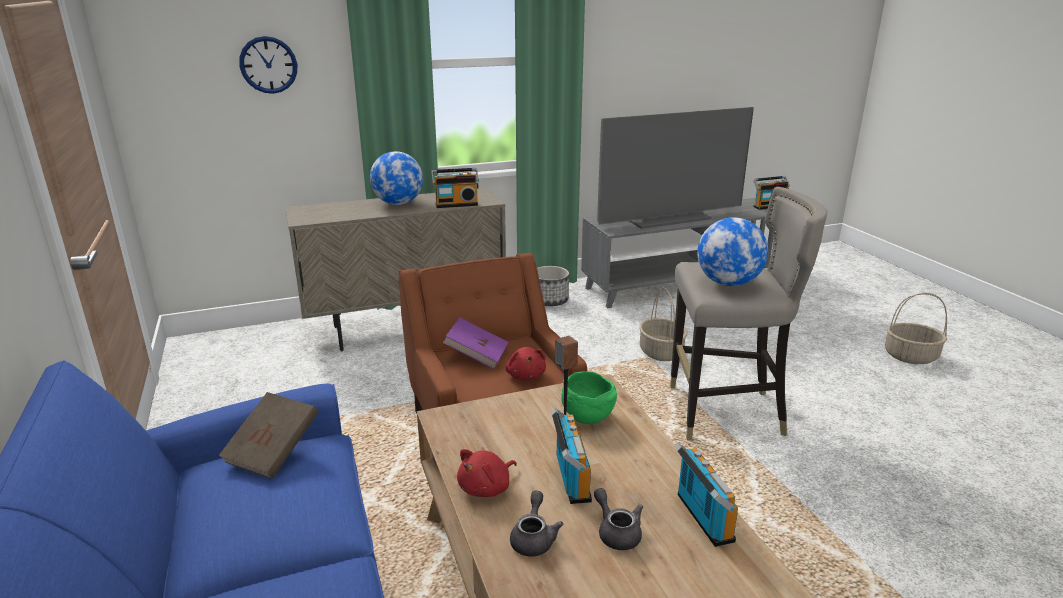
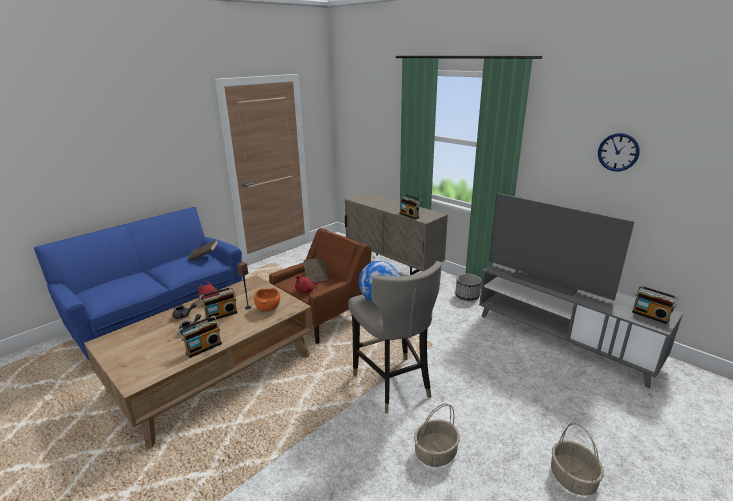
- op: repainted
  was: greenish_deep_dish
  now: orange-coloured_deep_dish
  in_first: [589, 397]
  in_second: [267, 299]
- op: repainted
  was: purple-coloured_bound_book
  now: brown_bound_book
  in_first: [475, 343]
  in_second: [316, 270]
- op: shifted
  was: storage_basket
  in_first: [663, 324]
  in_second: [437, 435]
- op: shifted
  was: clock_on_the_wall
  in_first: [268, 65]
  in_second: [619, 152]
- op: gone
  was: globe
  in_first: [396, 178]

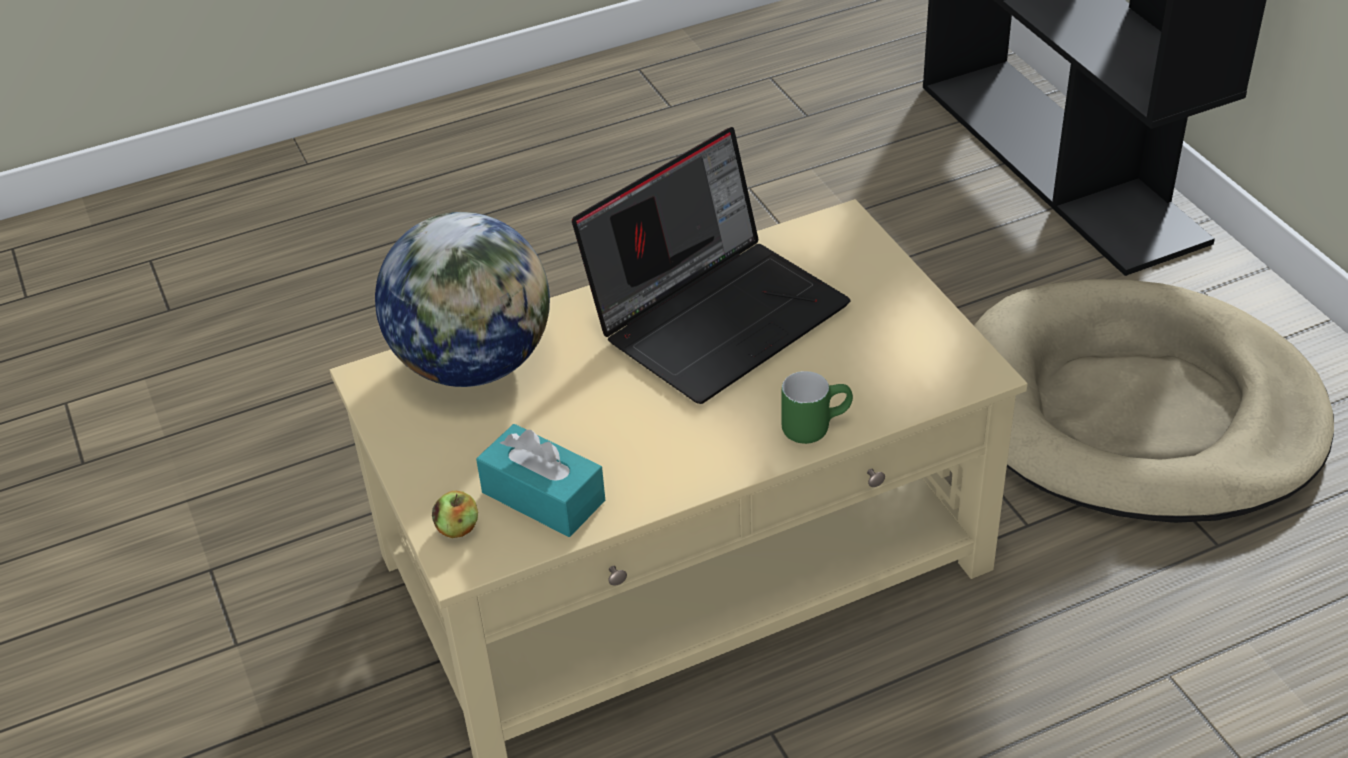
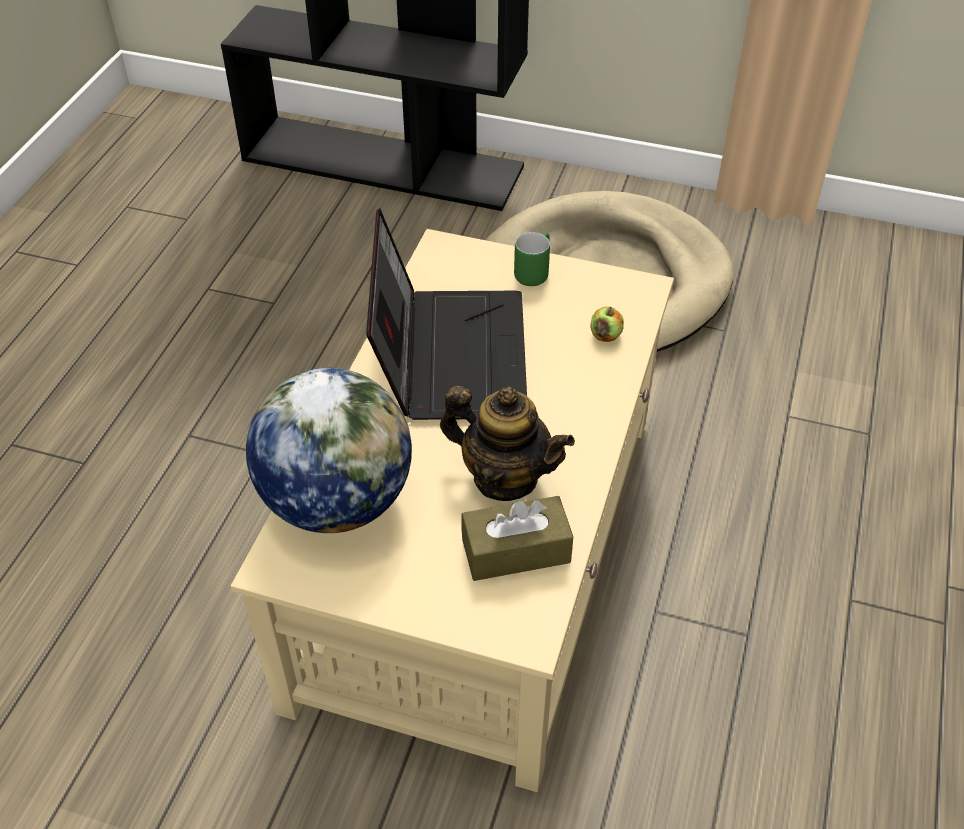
- op: new
  now: teapot
  in_second: [507, 443]
- op: repainted
  was: blue-green_tissue_holder
  now: brown_tissue_holder
  in_first: [541, 480]
  in_second: [517, 538]
- op: shifted
  was: greenish_tea_mug
  in_first: [817, 407]
  in_second: [532, 259]
- op: shifted
  was: apple_fruit
  in_first: [455, 514]
  in_second: [607, 324]

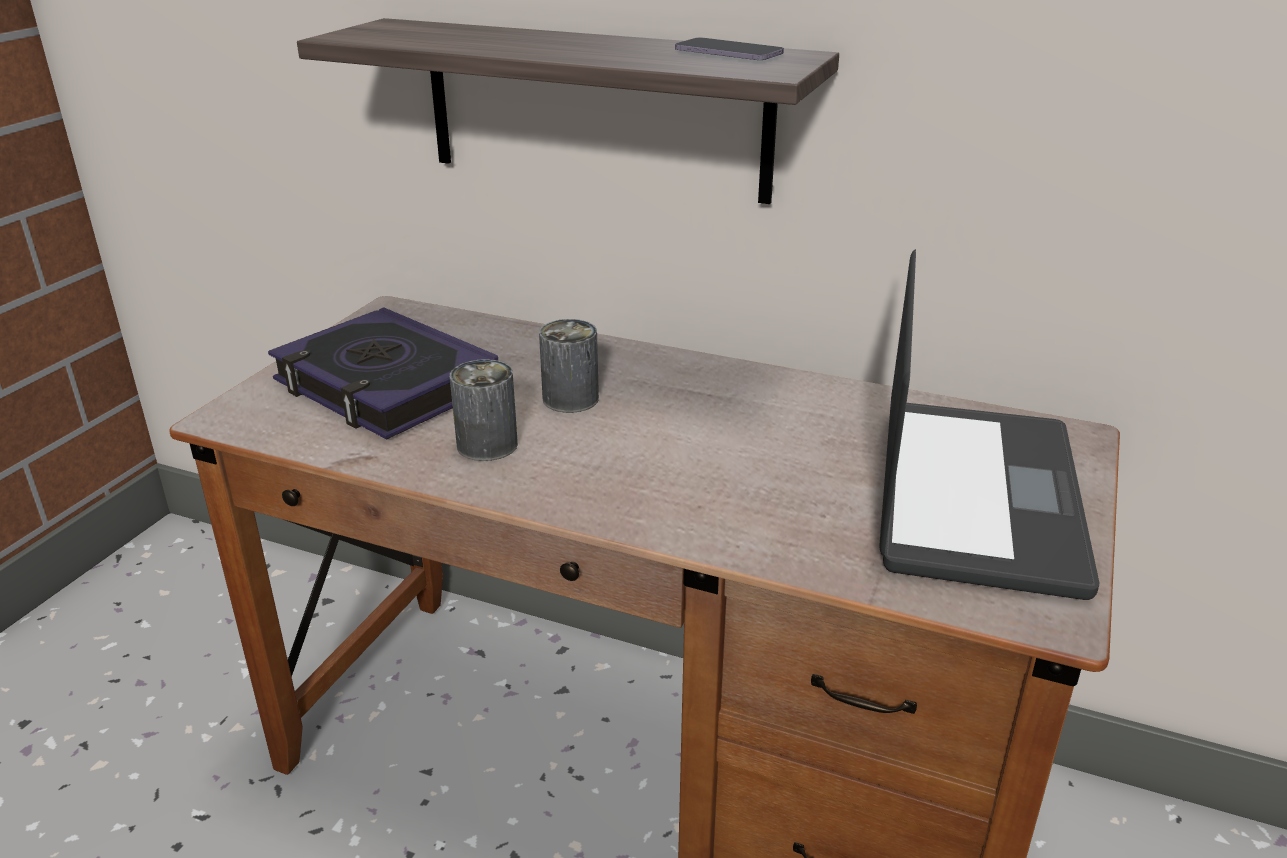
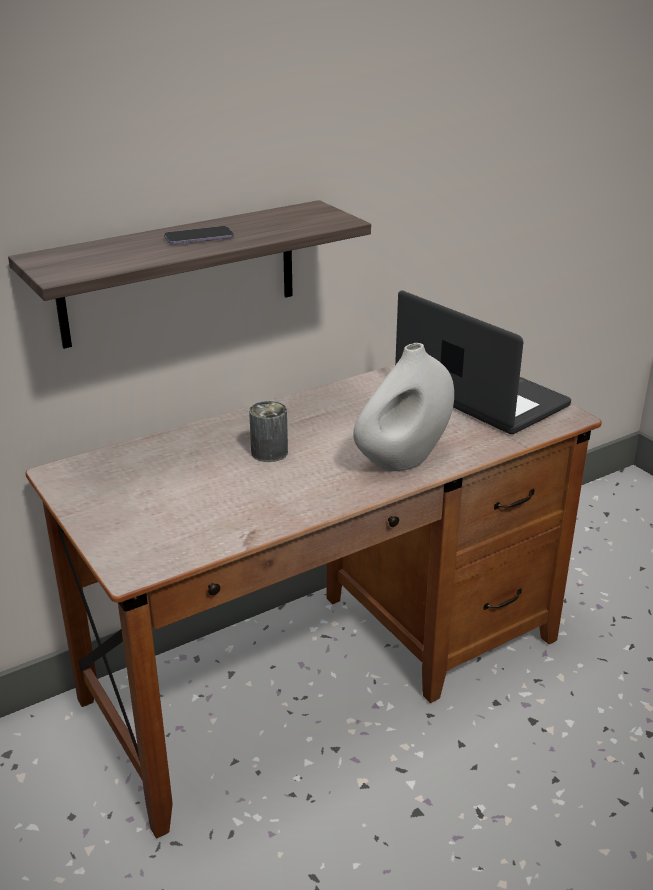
- op: shifted
  was: handset
  in_first: [729, 49]
  in_second: [199, 235]
- op: new
  now: white-coloured_decorative_vase
  in_second: [403, 407]
- op: gone
  was: bound_book
  in_first: [383, 374]
- op: gone
  was: metal_can
  in_first: [484, 410]

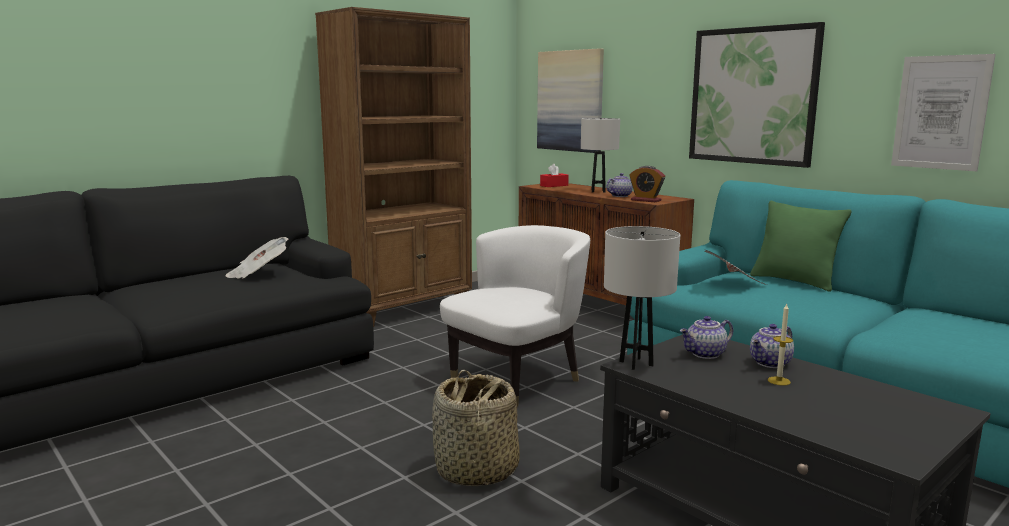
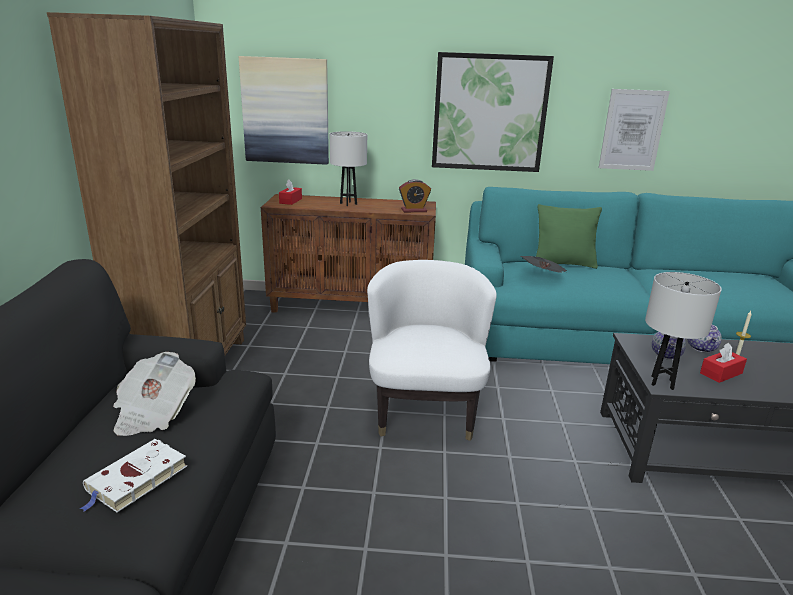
- op: new
  now: white-coloured_bound_book
  in_second: [133, 476]
- op: new
  now: red_tissue_holder
  in_second: [723, 363]
- op: gone
  was: storage_basket
  in_first: [476, 428]
- op: gone
  was: teapot
  in_first: [619, 185]

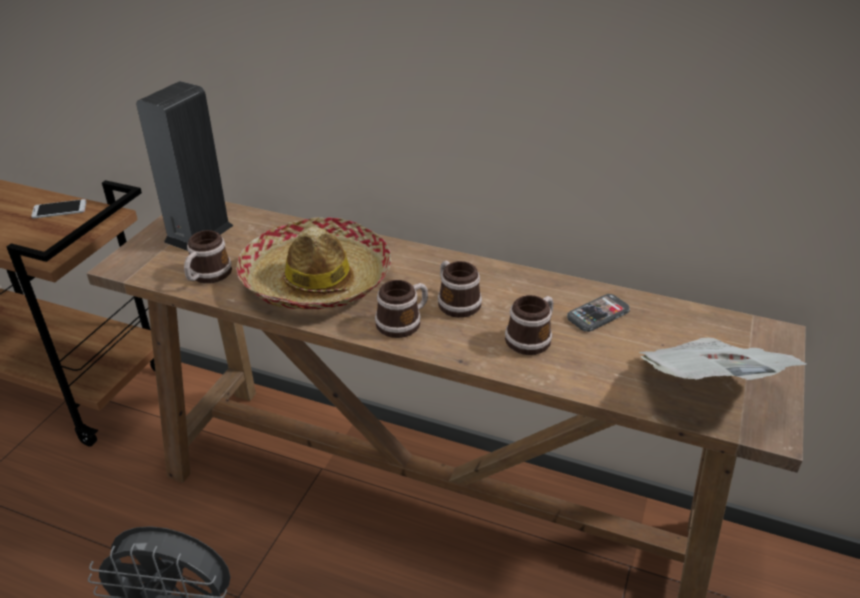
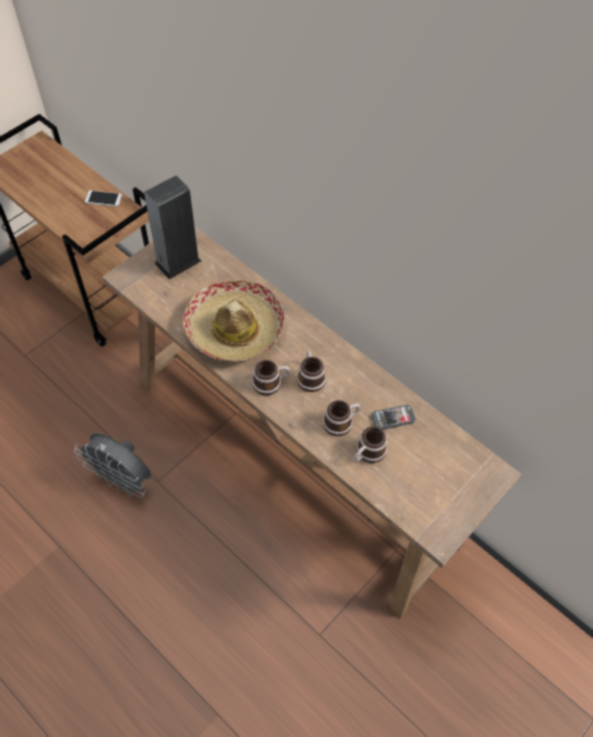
- op: shifted
  was: tea_mug
  in_first: [208, 257]
  in_second: [370, 444]
- op: gone
  was: newspaper
  in_first: [722, 358]

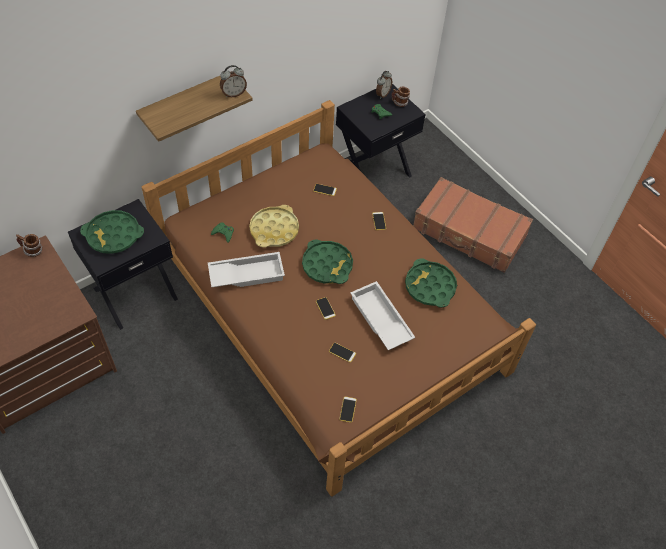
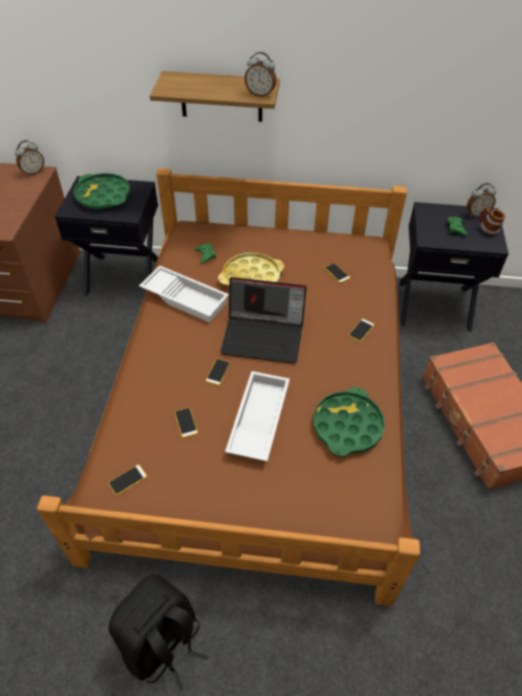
- op: swapped
  was: tea_mug
  now: table_clock
  in_first: [29, 245]
  in_second: [29, 158]
- op: new
  now: blackish_rucksack
  in_second: [158, 632]
- op: swapped
  was: greenish_carrying_tray
  now: portable_computer
  in_first: [327, 261]
  in_second: [263, 320]

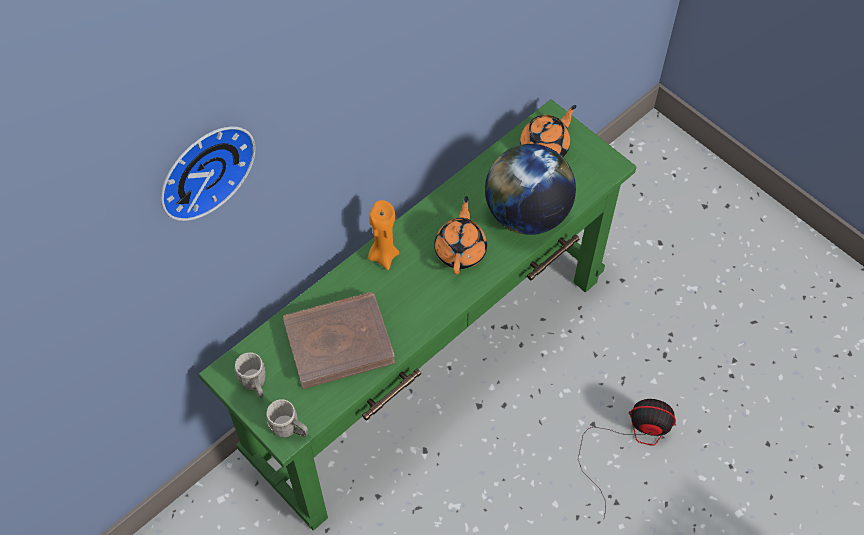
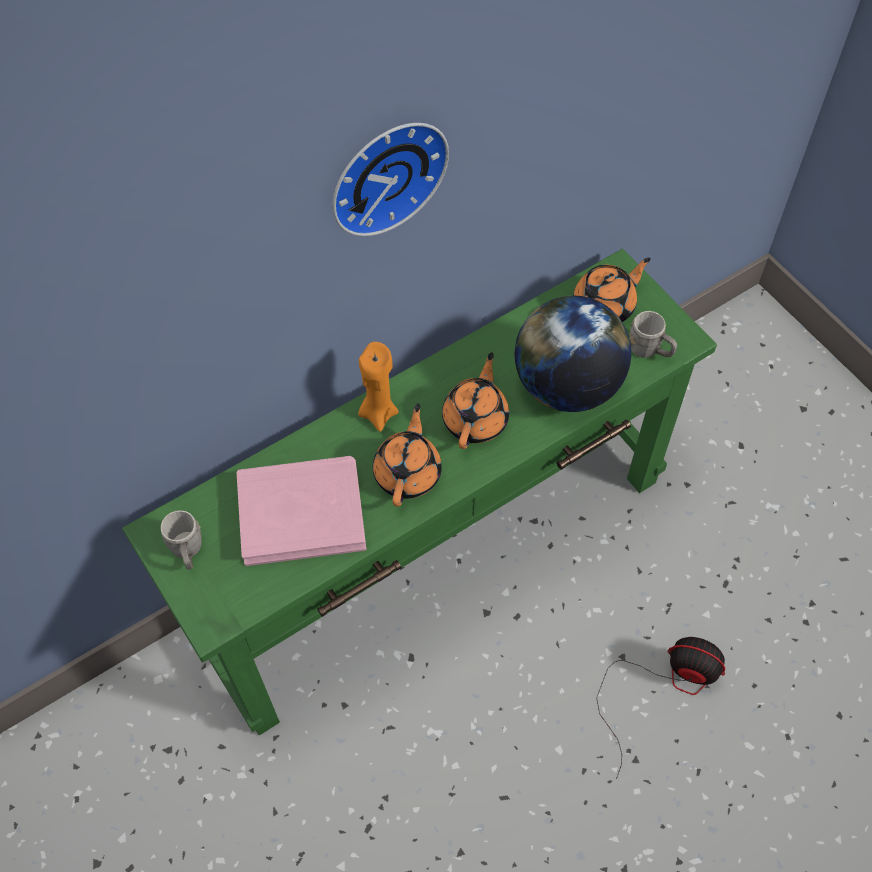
- op: repainted
  was: brown_bound_book
  now: pink_bound_book
  in_first: [339, 340]
  in_second: [301, 511]
- op: shifted
  was: clock_on_the_wall
  in_first: [208, 173]
  in_second: [391, 179]
- op: new
  now: orange-coloured_teapot
  in_second: [407, 455]
- op: shifted
  was: grey_tea_mug
  in_first: [287, 418]
  in_second: [653, 334]

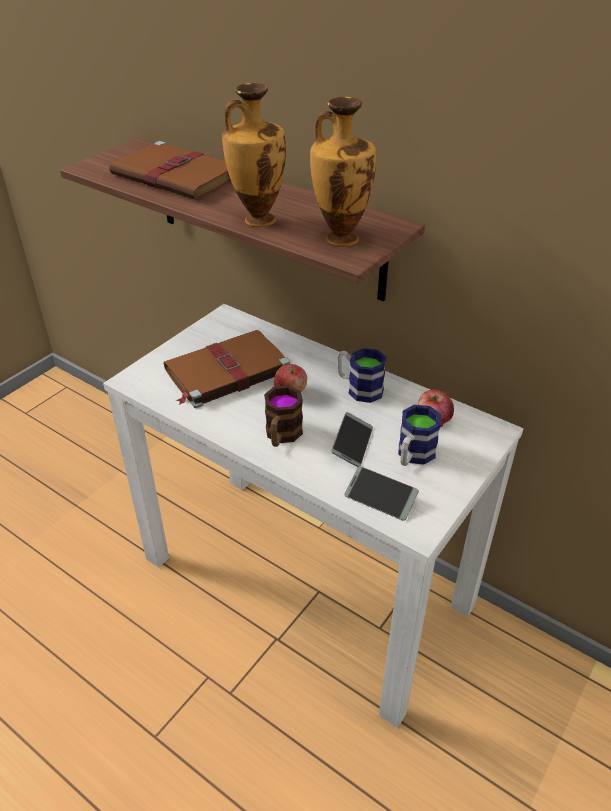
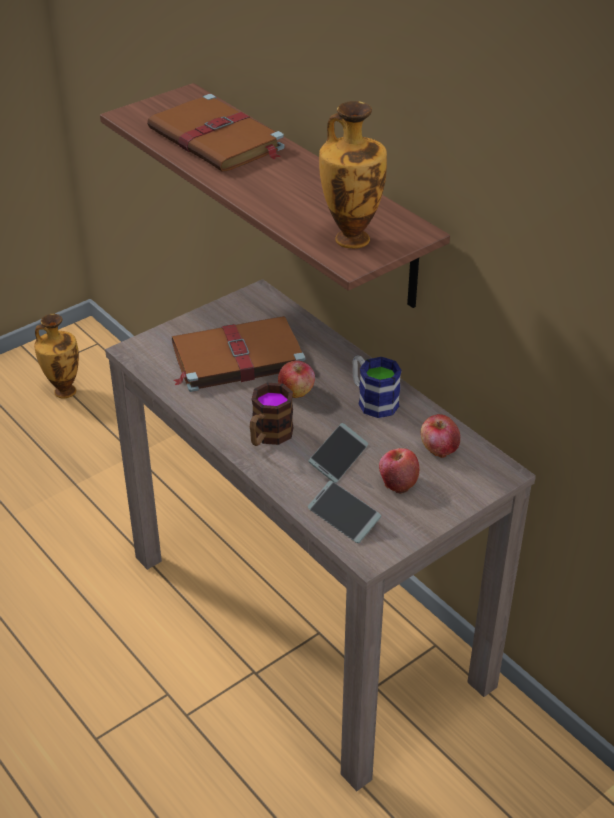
- op: shifted
  was: decorative_vase
  in_first: [254, 155]
  in_second: [56, 356]
- op: repainted
  was: white-coloured_console_table
  now: brown_console_table
  in_first: [313, 516]
  in_second: [320, 535]
- op: swapped
  was: tea_mug
  now: apple_fruit
  in_first: [419, 435]
  in_second: [399, 471]

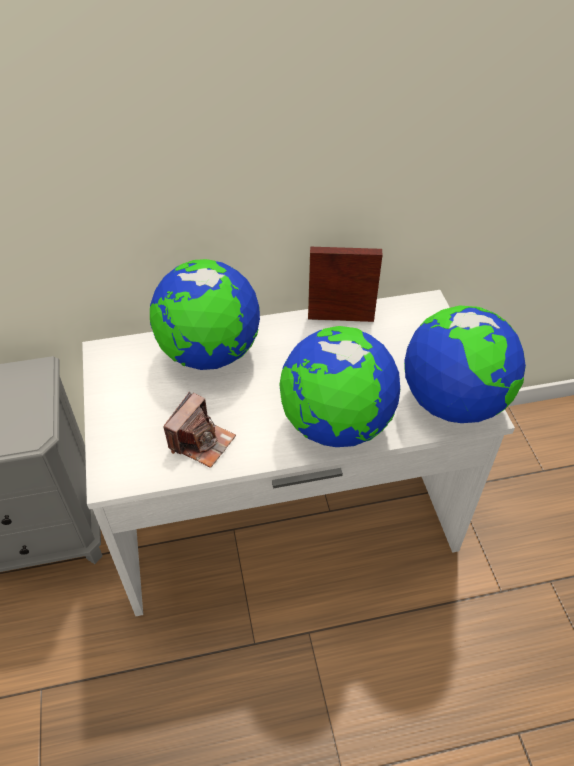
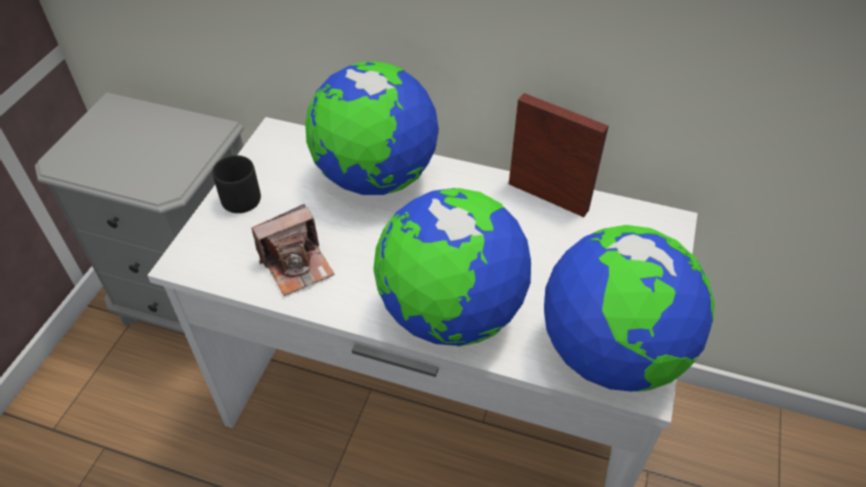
- op: new
  now: blackish_tea_mug
  in_second: [236, 184]

